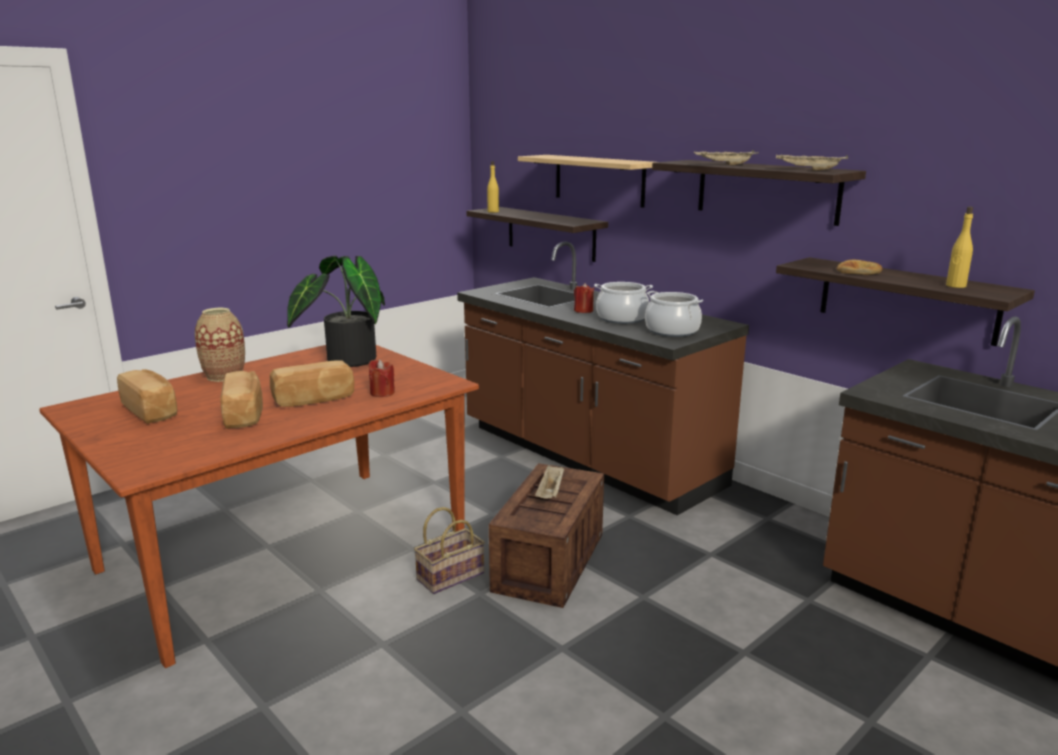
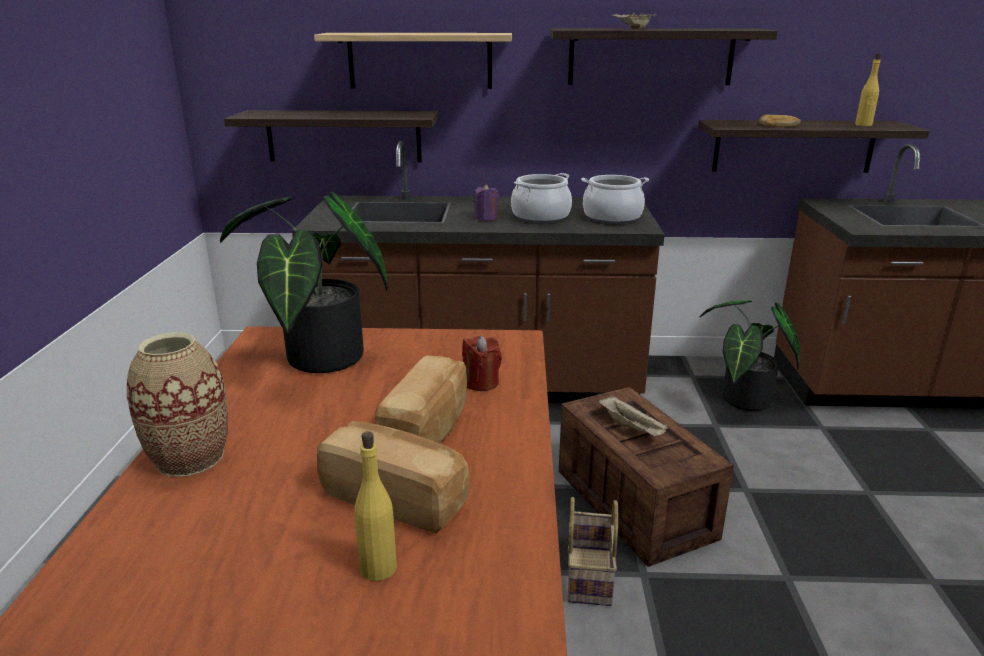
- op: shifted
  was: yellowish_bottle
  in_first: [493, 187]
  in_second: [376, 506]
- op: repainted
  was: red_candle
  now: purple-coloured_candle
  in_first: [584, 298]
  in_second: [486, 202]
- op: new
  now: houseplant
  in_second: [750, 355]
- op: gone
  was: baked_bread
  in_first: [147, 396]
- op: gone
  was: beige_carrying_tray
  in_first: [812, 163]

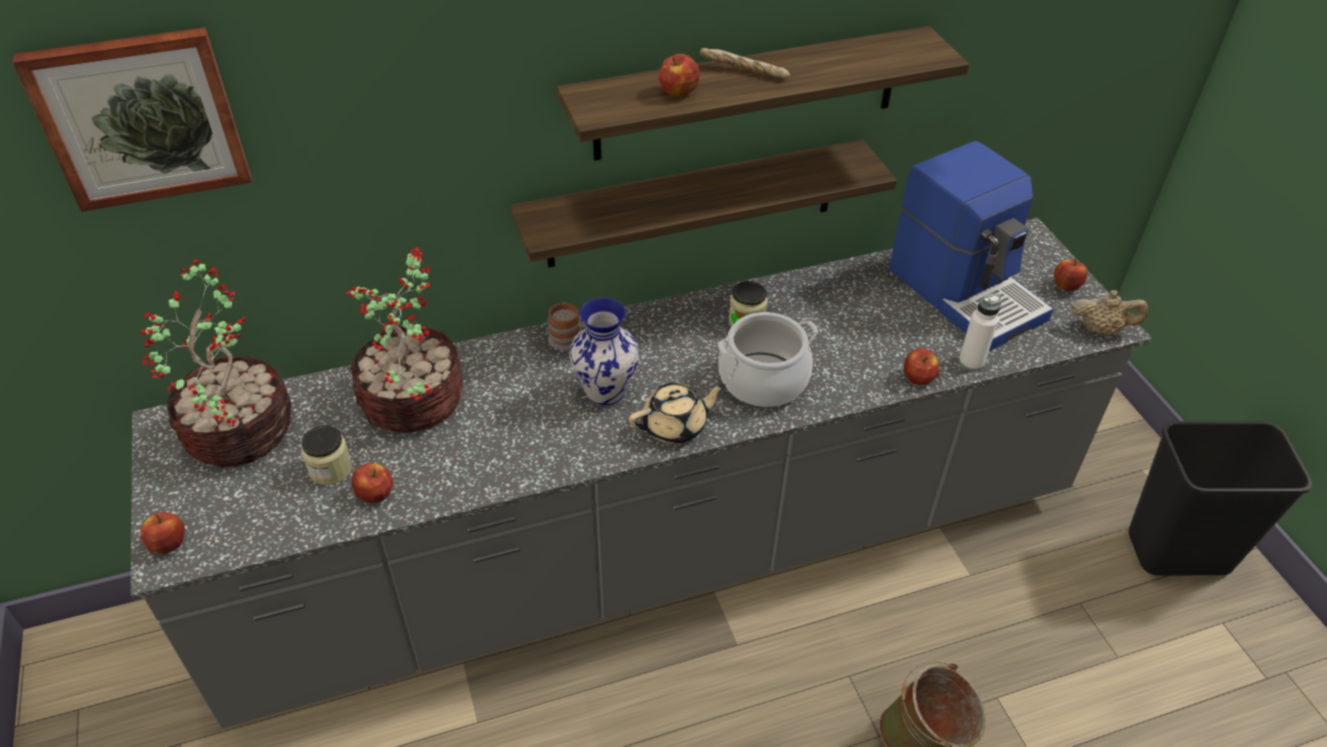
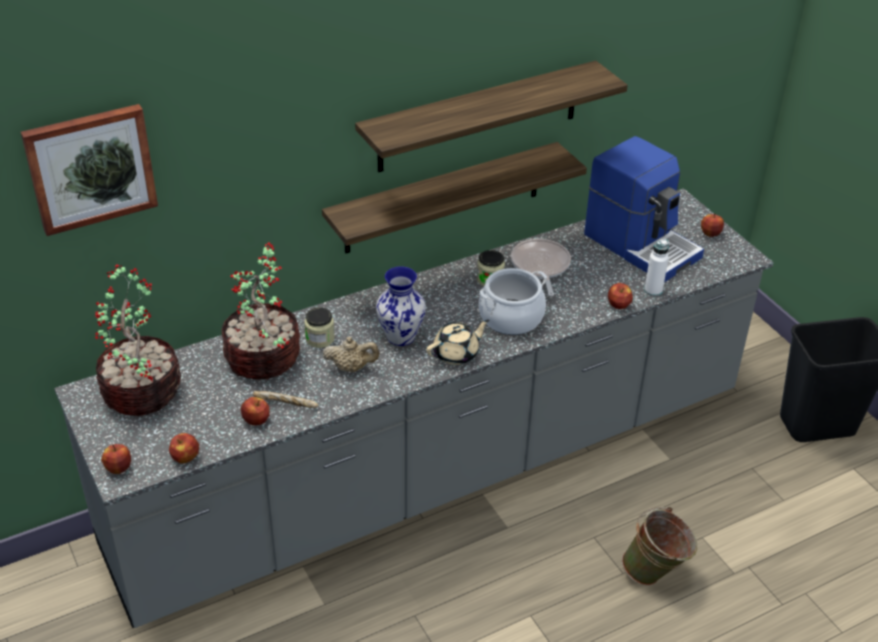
- op: shifted
  was: apple_fruit
  in_first: [679, 75]
  in_second: [184, 448]
- op: shifted
  was: baked_bread
  in_first: [745, 63]
  in_second: [285, 399]
- op: shifted
  was: preserve_jar
  in_first: [326, 455]
  in_second: [319, 327]
- op: shifted
  was: beige_teapot
  in_first: [1110, 312]
  in_second: [351, 354]
- op: new
  now: frying_pan
  in_second: [541, 267]
- op: gone
  was: tea_mug
  in_first: [567, 326]

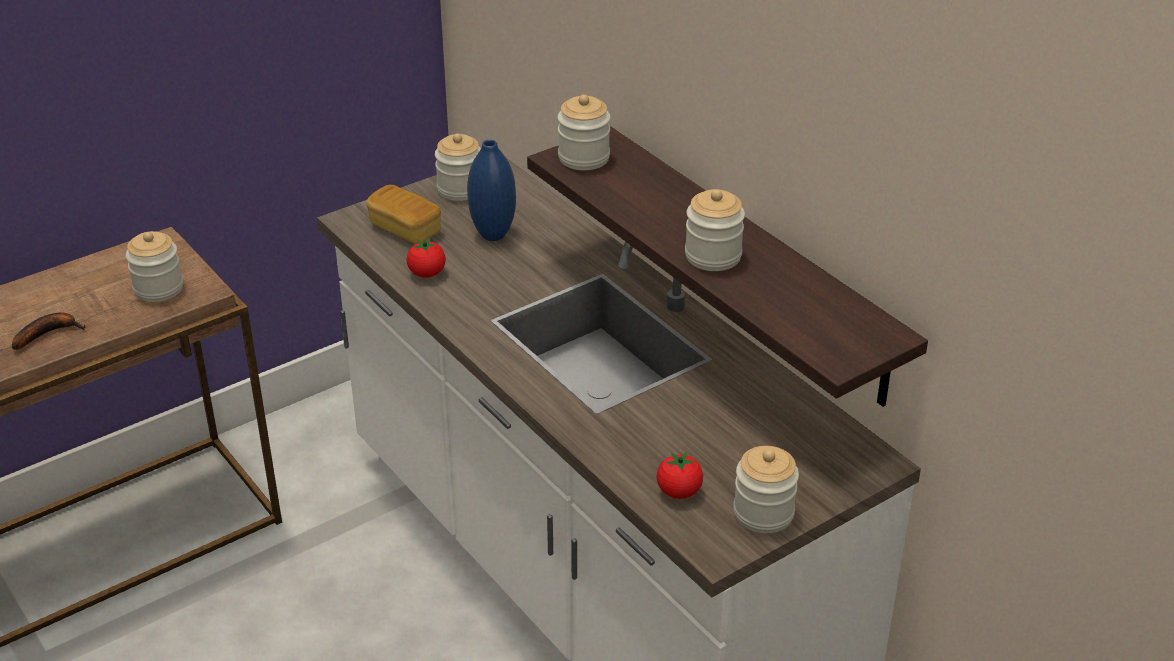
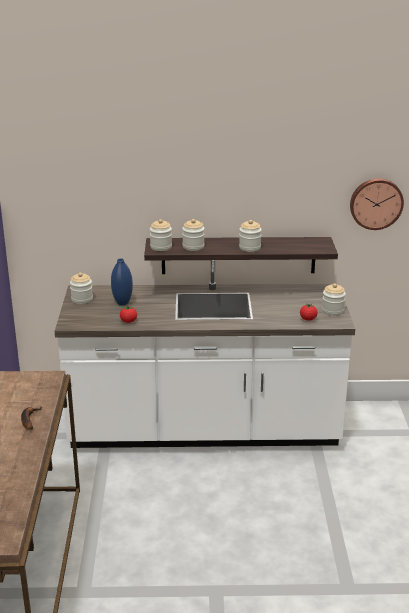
- op: shifted
  was: preserve_jar
  in_first: [154, 266]
  in_second: [193, 235]
- op: new
  now: clock_on_the_wall
  in_second: [377, 204]
- op: gone
  was: baked_bread
  in_first: [403, 214]

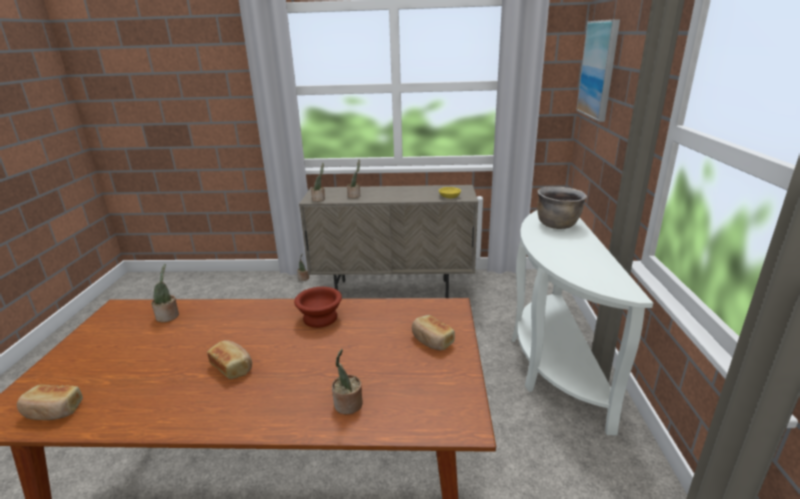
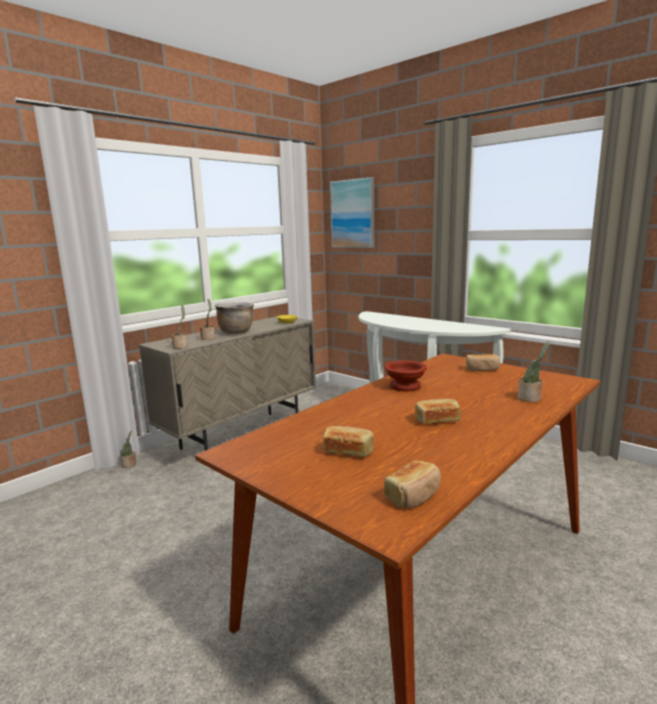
- op: shifted
  was: brown_stockpot
  in_first: [562, 207]
  in_second: [234, 318]
- op: new
  now: baked_bread
  in_second: [348, 441]
- op: gone
  was: houseplant
  in_first: [165, 293]

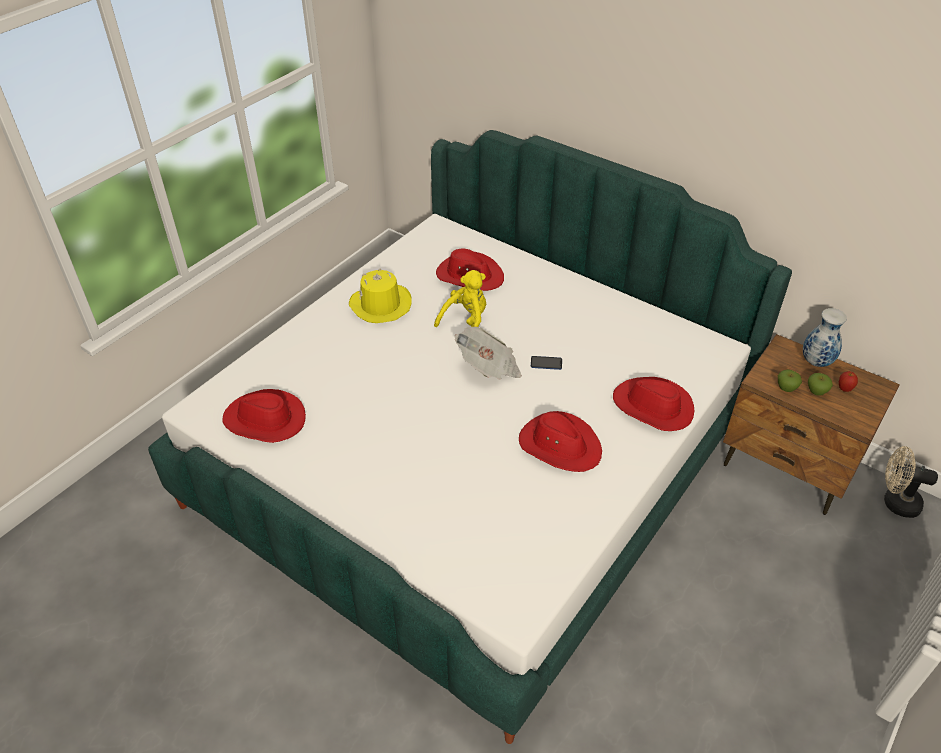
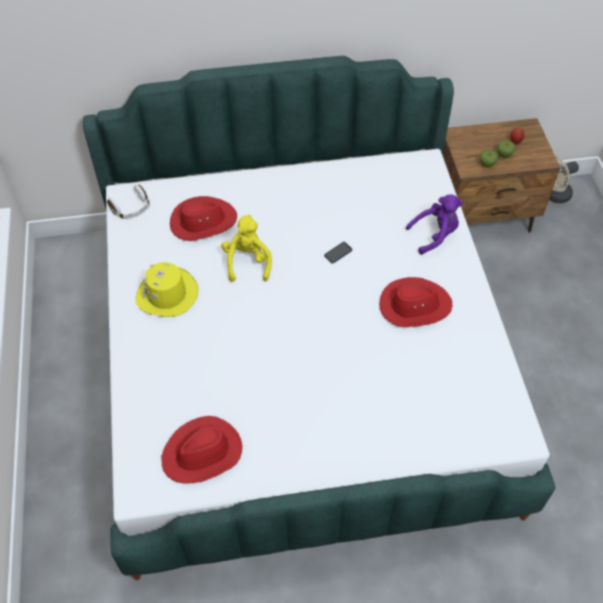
- op: new
  now: white-coloured_pair_of_headphones
  in_second: [128, 202]
- op: swapped
  was: red_hat
  now: purple-coloured_soft_toy
  in_first: [653, 404]
  in_second: [434, 224]
- op: gone
  was: newspaper
  in_first: [488, 353]
- op: gone
  was: decorative_vase
  in_first: [825, 337]

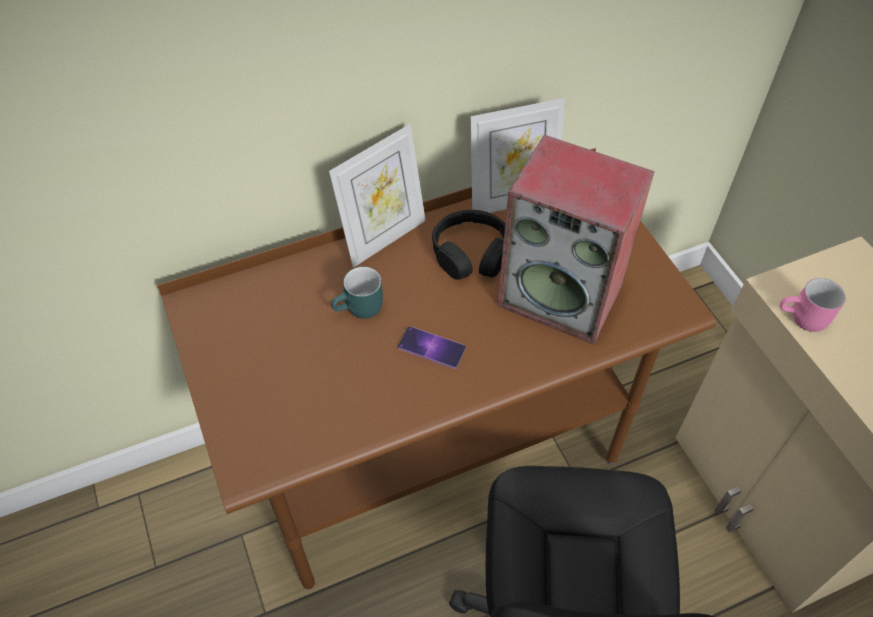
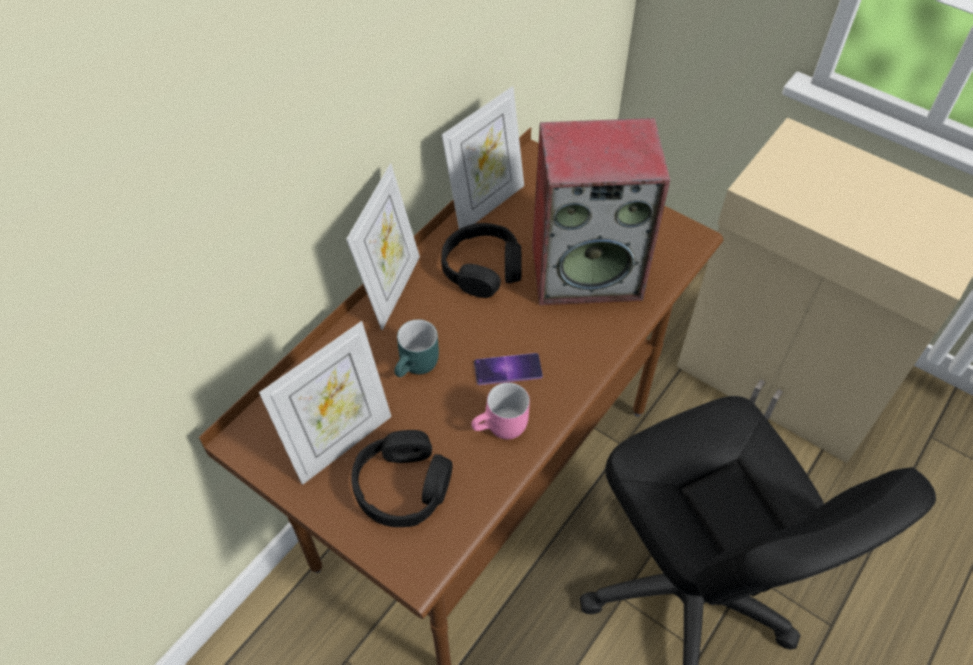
- op: new
  now: picture_frame
  in_second: [325, 403]
- op: new
  now: blackish_pair_of_headphones
  in_second: [401, 478]
- op: shifted
  was: pink_tea_mug
  in_first: [813, 305]
  in_second: [500, 410]

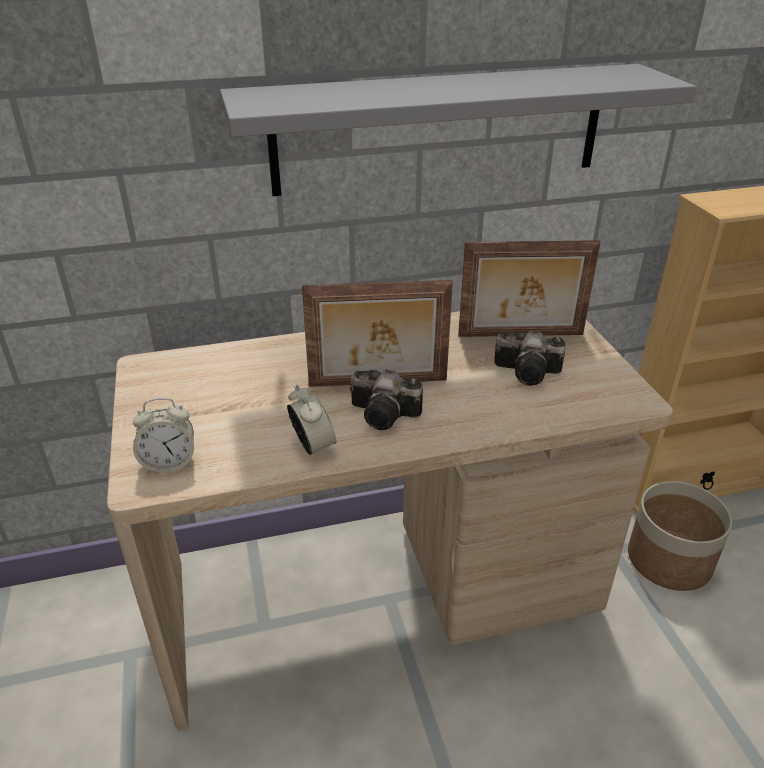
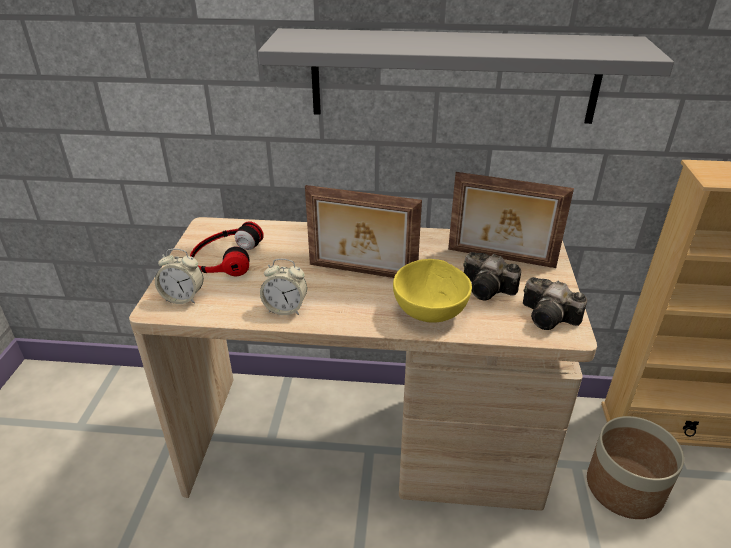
- op: new
  now: pair_of_headphones
  in_second: [227, 248]
- op: rotated
  was: table_clock
  in_first: [311, 420]
  in_second: [283, 287]
  clockwise: 105
- op: new
  now: yellowish_deep_dish
  in_second: [432, 291]
- op: shifted
  was: still_camera
  in_first: [386, 399]
  in_second: [555, 303]

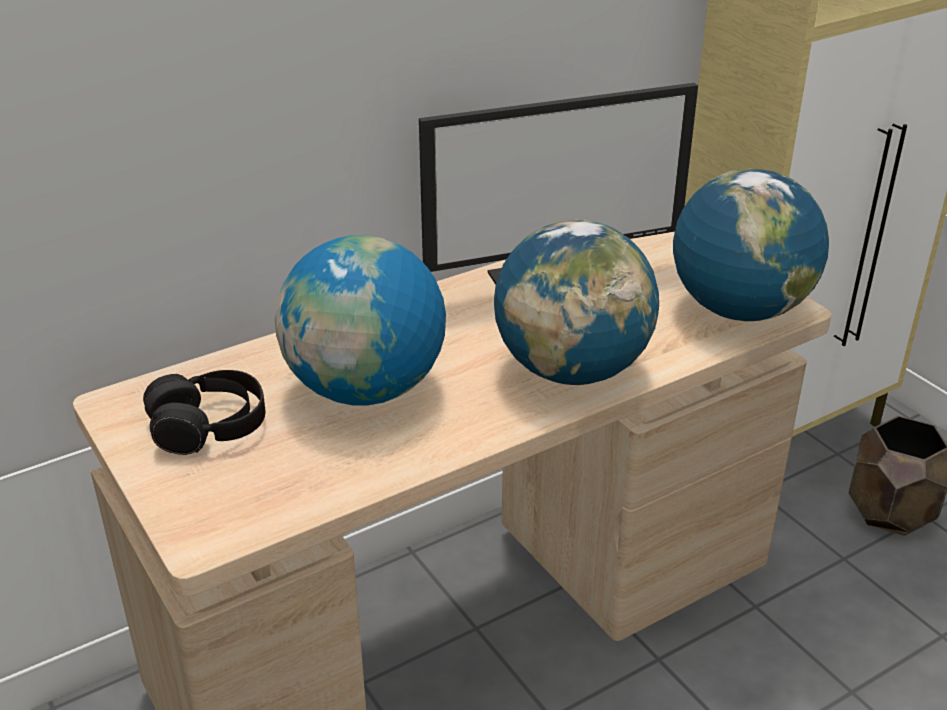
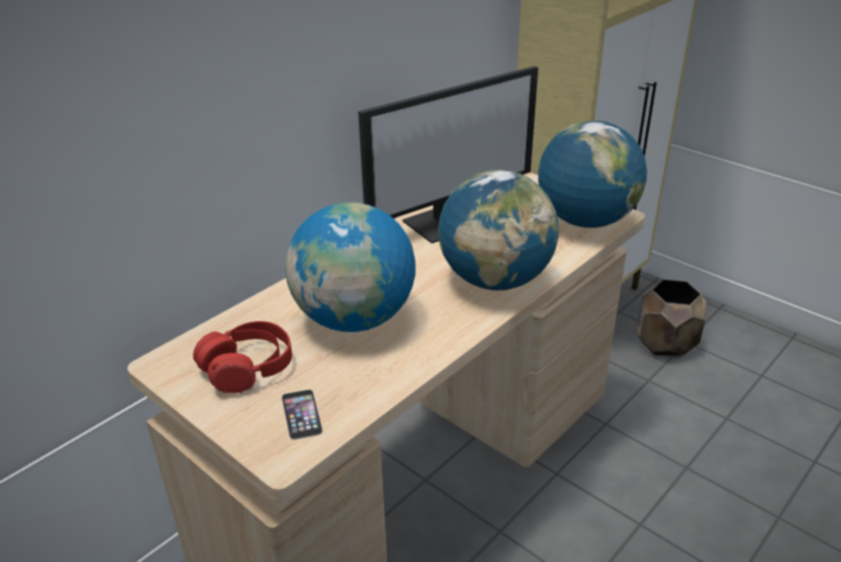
- op: repainted
  was: blackish_pair_of_headphones
  now: red_pair_of_headphones
  in_first: [204, 412]
  in_second: [242, 357]
- op: new
  now: handset
  in_second: [302, 414]

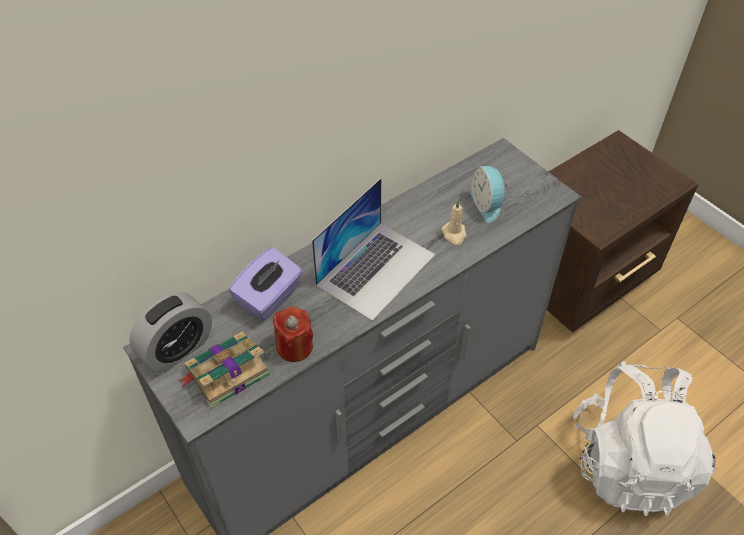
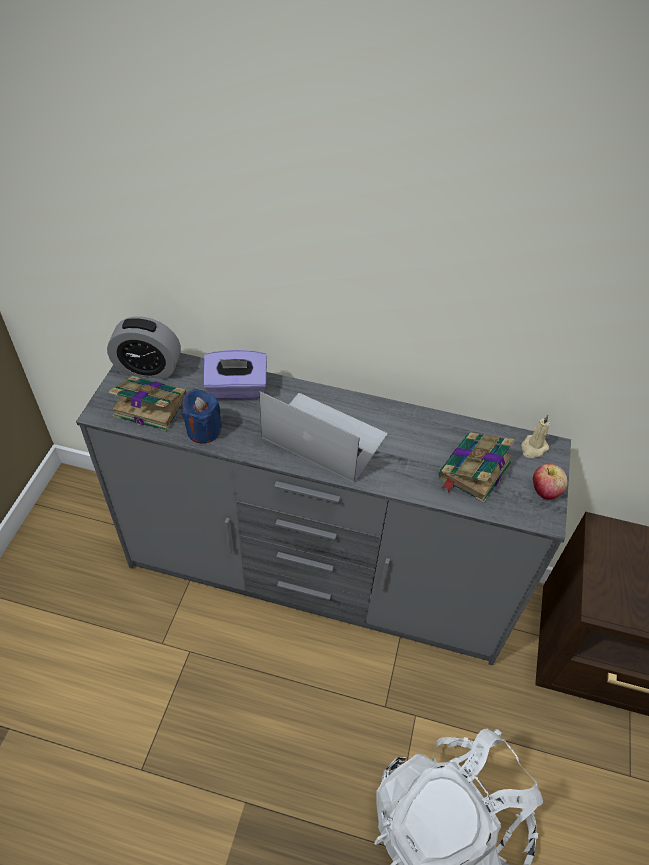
- op: repainted
  was: red_candle
  now: bluish_candle
  in_first: [293, 334]
  in_second: [202, 416]
- op: rotated
  was: portable_computer
  in_first: [373, 249]
  in_second: [323, 436]
  clockwise: -150
- op: swapped
  was: table_clock
  now: bound_book
  in_first: [489, 194]
  in_second: [476, 467]
- op: shifted
  was: beige_candle
  in_first: [453, 222]
  in_second: [535, 436]
- op: new
  now: apple_fruit
  in_second: [550, 481]

